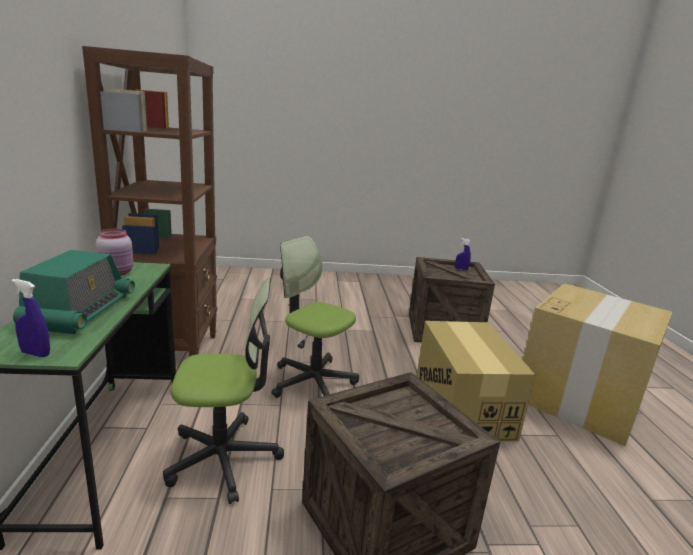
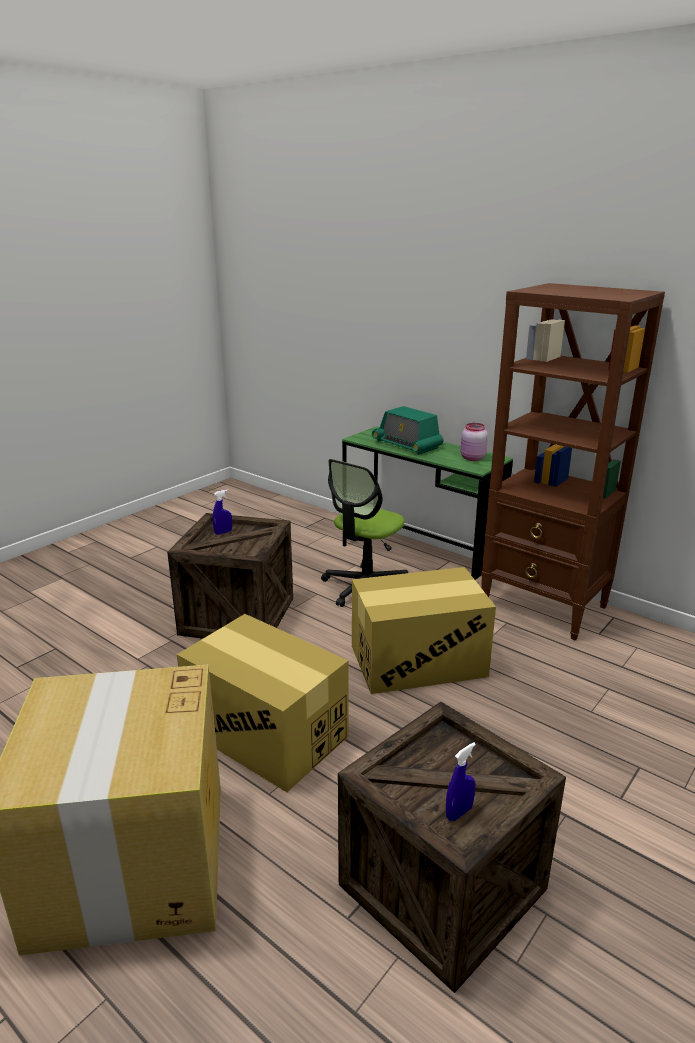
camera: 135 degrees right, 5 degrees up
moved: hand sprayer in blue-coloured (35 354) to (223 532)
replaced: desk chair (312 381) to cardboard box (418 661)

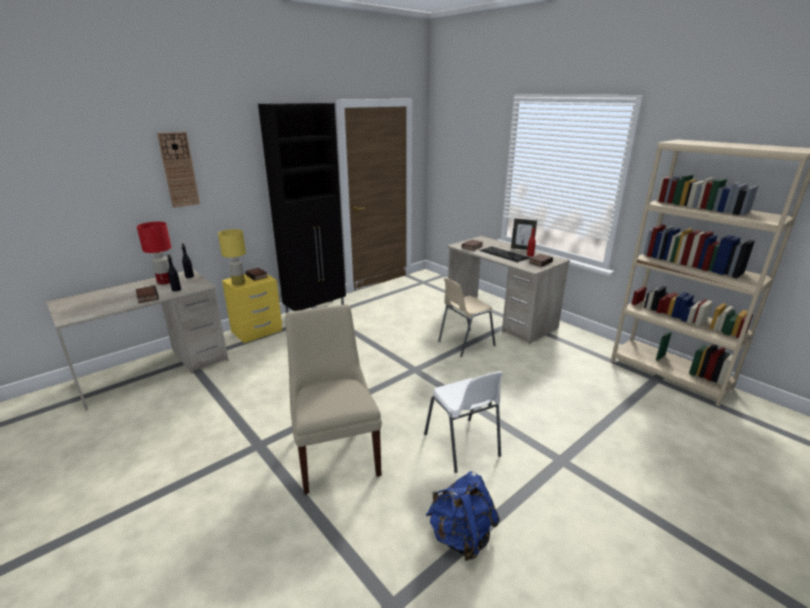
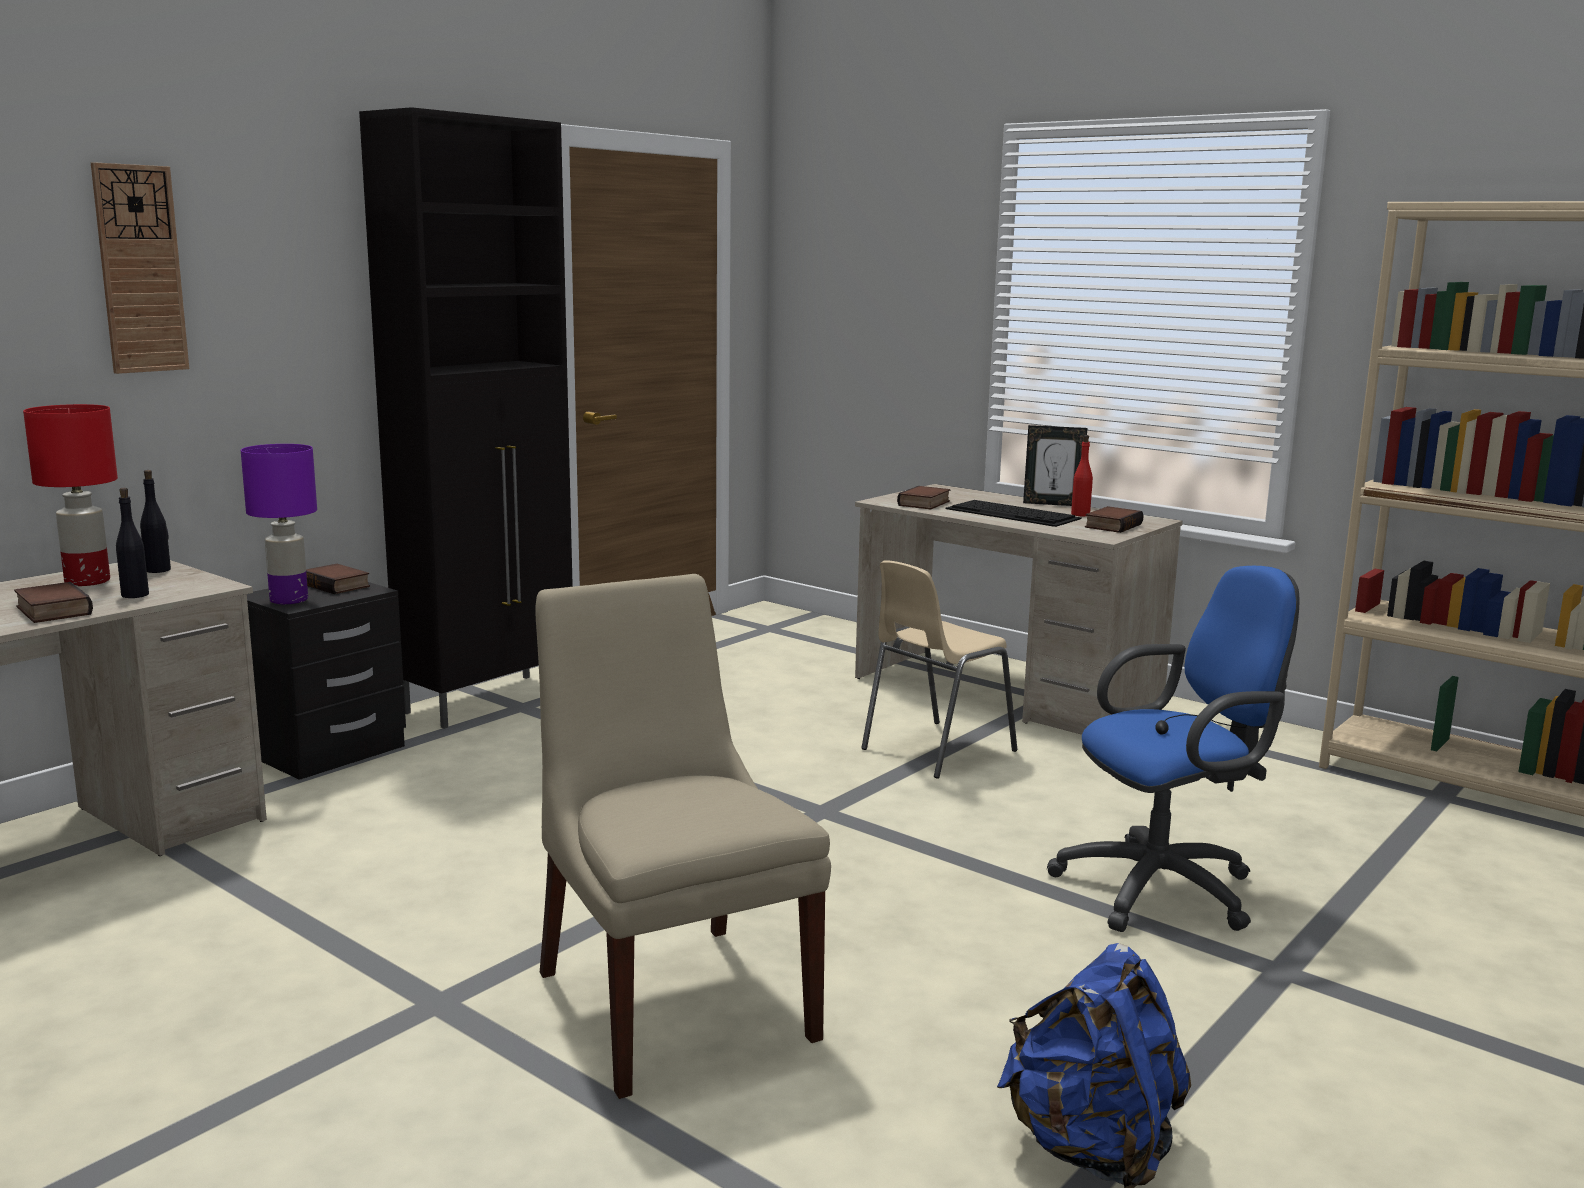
camera: 10 degrees left, 10 degrees down
removed: chair in white (462 446)
added: desk chair in blue-coloured (1166 888)
recoloured: table lamp in yellowish (238 283) to table lamp in purple-coloured (288 600); night table in yellowish (257 331) to night table in blackish (327 751)

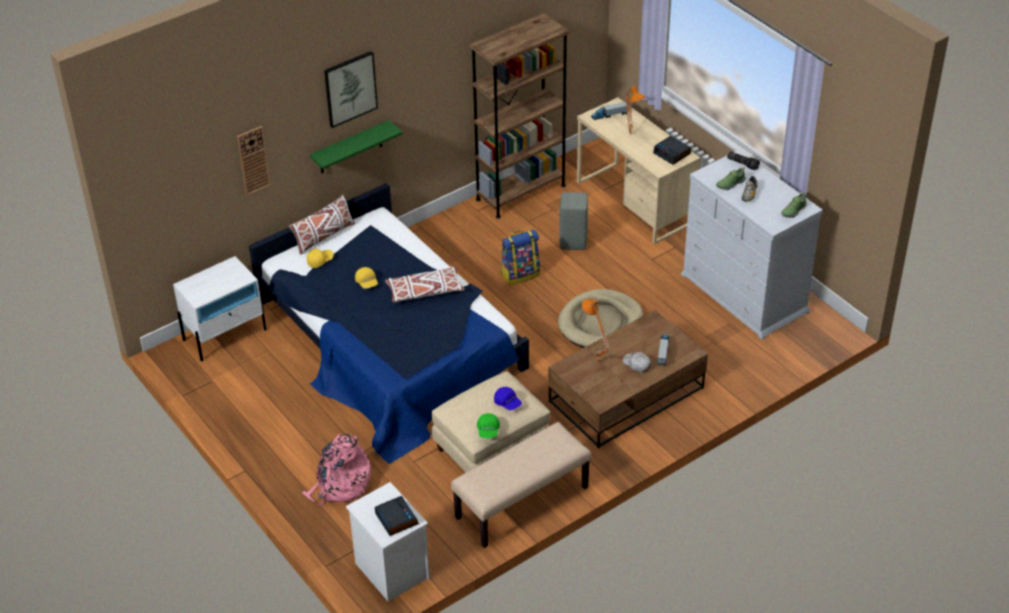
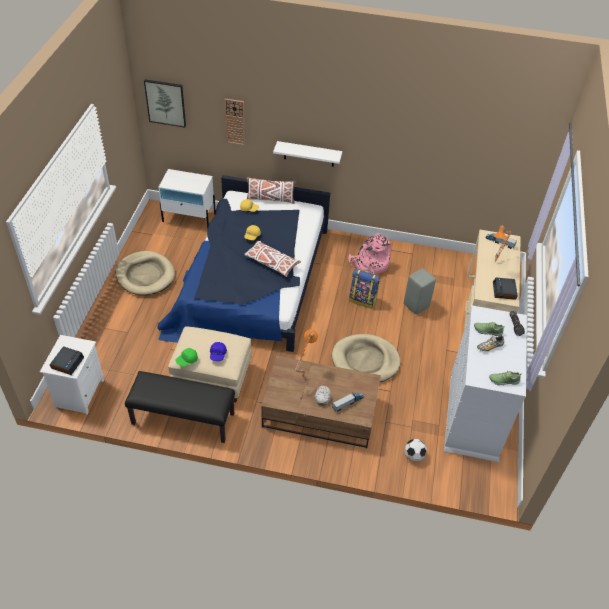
camera: 45 degrees right, 5 degrees up
removed: shelving unit in brownish (521 192)
added: dog cushion in beige (145 275); football ball (414 455)
moved: wall art (350 88) to (165 103); knapsack in pink (340 484) to (369 264)
recoloured: bench in beige (522 503) to bench in blackish (182 419); bracket shelf in greenish (350 148) to bracket shelf in white (309 154)

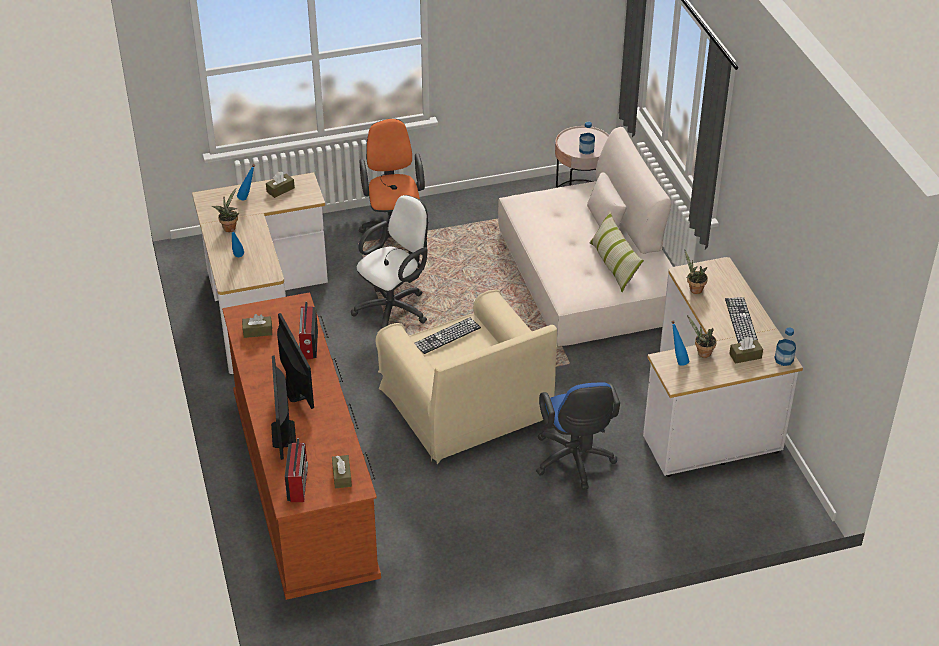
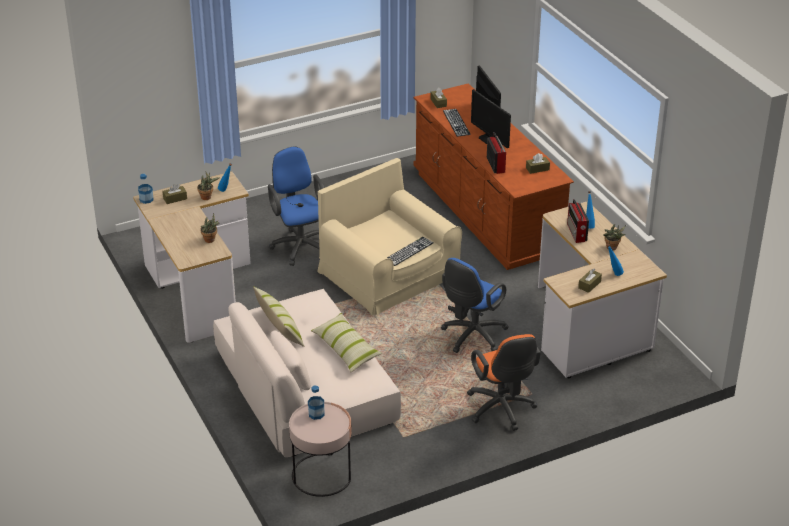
camera: 170 degrees right, 5 degrees down
added: pillow (346 349)
moved: computer keyboard (741 321) to (456 122); radio (298 484) to (576 233)
recoloured: desk chair in white (395 309) to desk chair in blue-coloured (471 337)

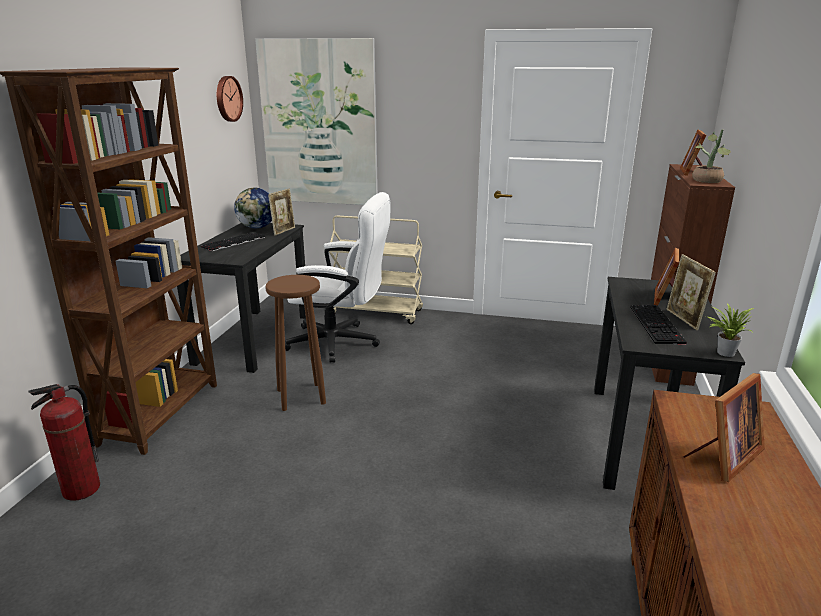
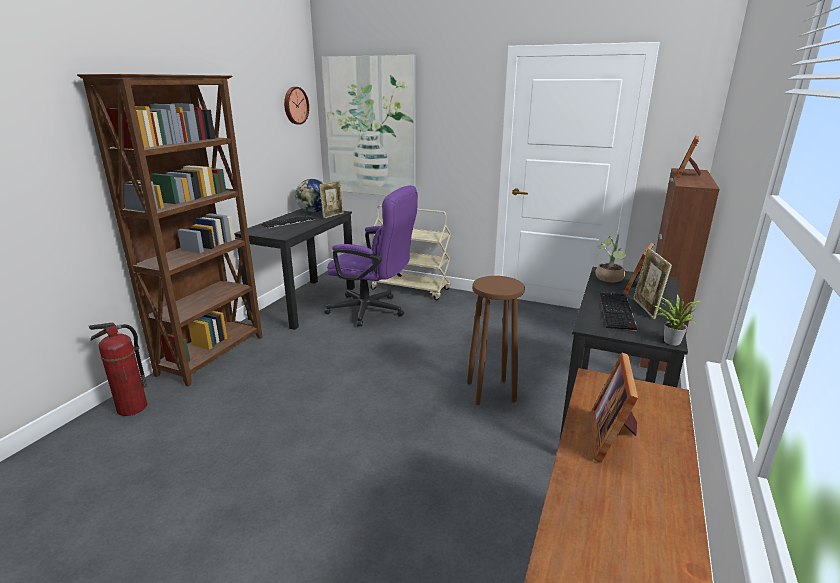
camera: 10 degrees right, 0 degrees up
moved: stool seat in brownish (301 396) to (491 391); potted plant (707 181) to (609 279)
recoloured: desk chair in white (341 343) to desk chair in purple-coloured (373 311)
turned: standing frame (723 458) = (613 436) 135 degrees clockwise

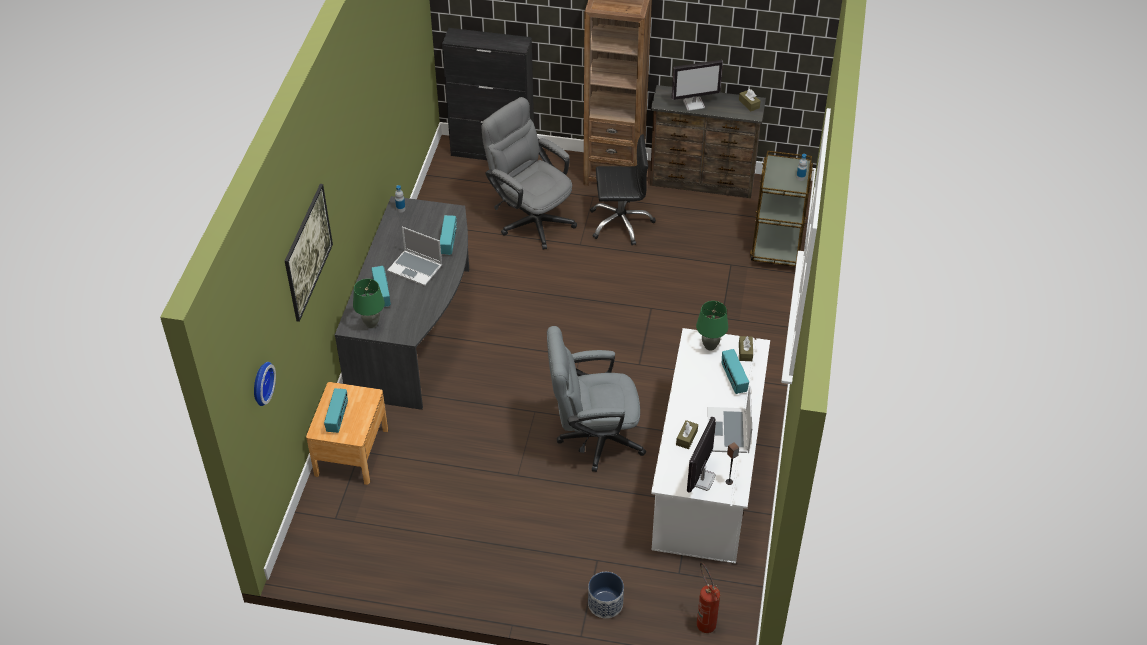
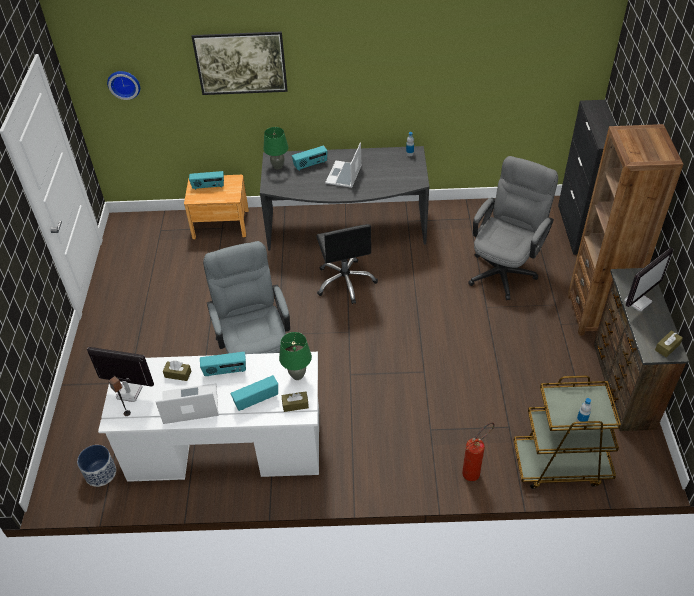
camera: 80 degrees right, 0 degrees up
moved: planter (605 603) to (101 473); radio (449 243) to (225 371); desk chair in blackish (620 223) to (345 282); extinguisher (704 621) to (474 471)
turned: computer display (694 104) = (638 301) 105 degrees counterclockwise

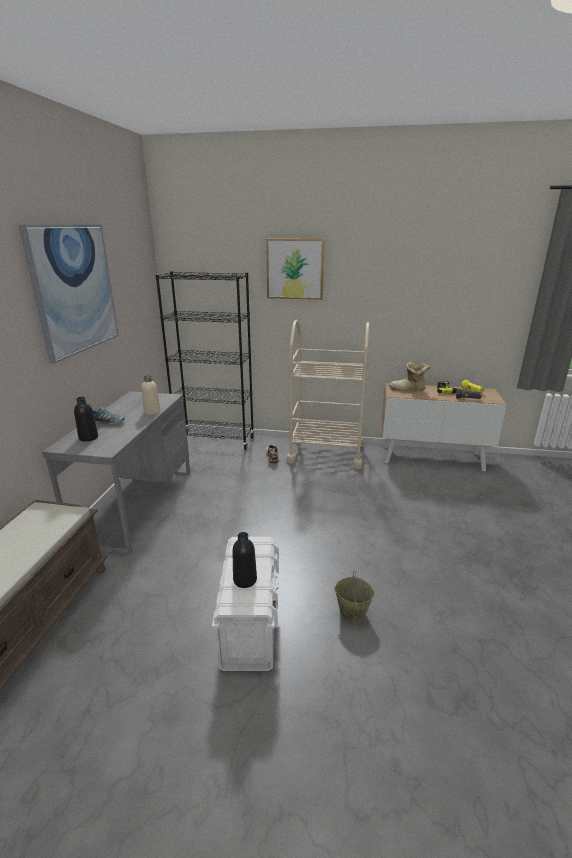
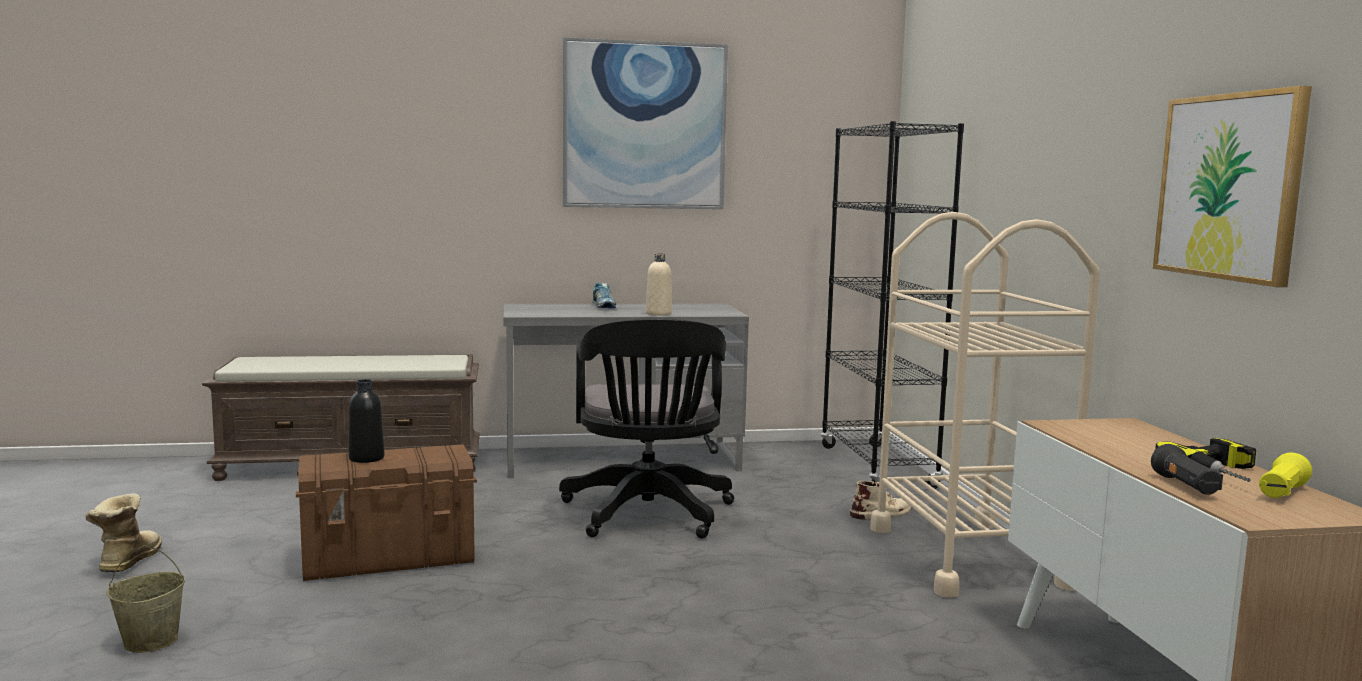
camera: 70 degrees right, 15 degrees down
removed: drink bottle in blackish (88 438)
added: desk chair in blackish (648 515)
moved: tall boot (408 390) to (126 562); pail in beige (352 613) to (151 641); wall art (295 269) to (1229 186)
recoloured: storage box in white (250 623) to storage box in brownish (389 559)

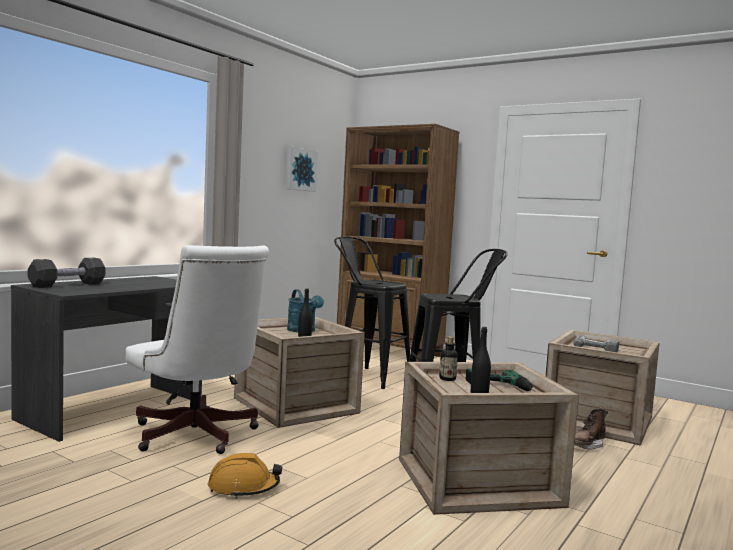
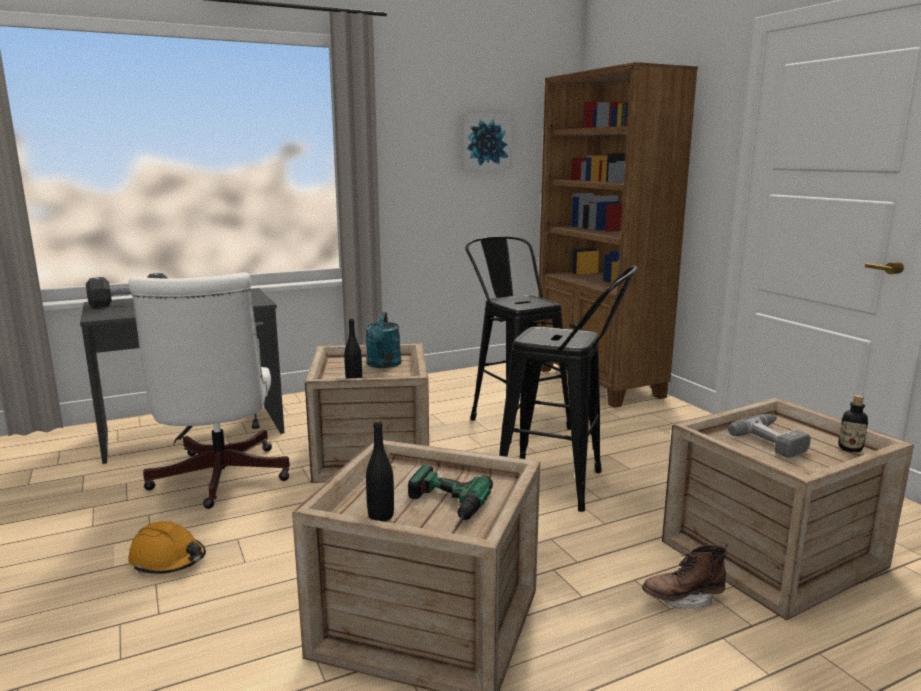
camera: 30 degrees right, 10 degrees up
moved: drink bottle (447 379) to (850 448)

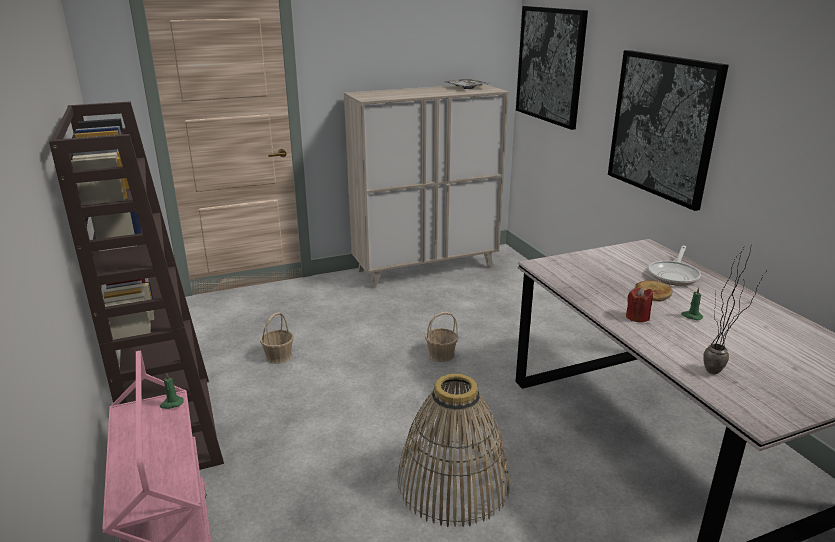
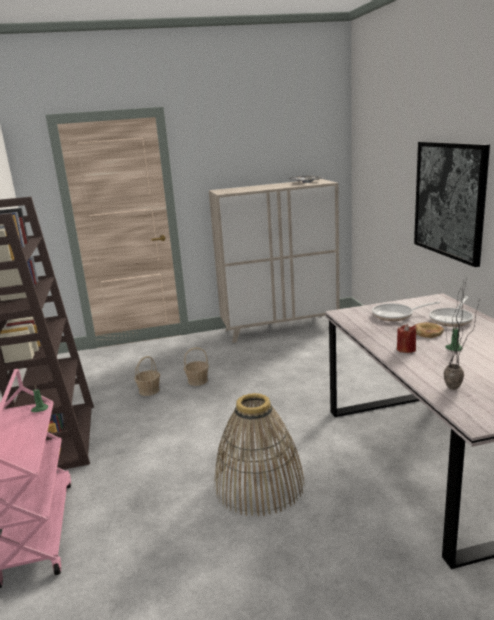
camera: 10 degrees right, 5 degrees down
removed: wall art (550 65)
added: pan (396 315)
moved: household basket (441 354) to (197 381)

